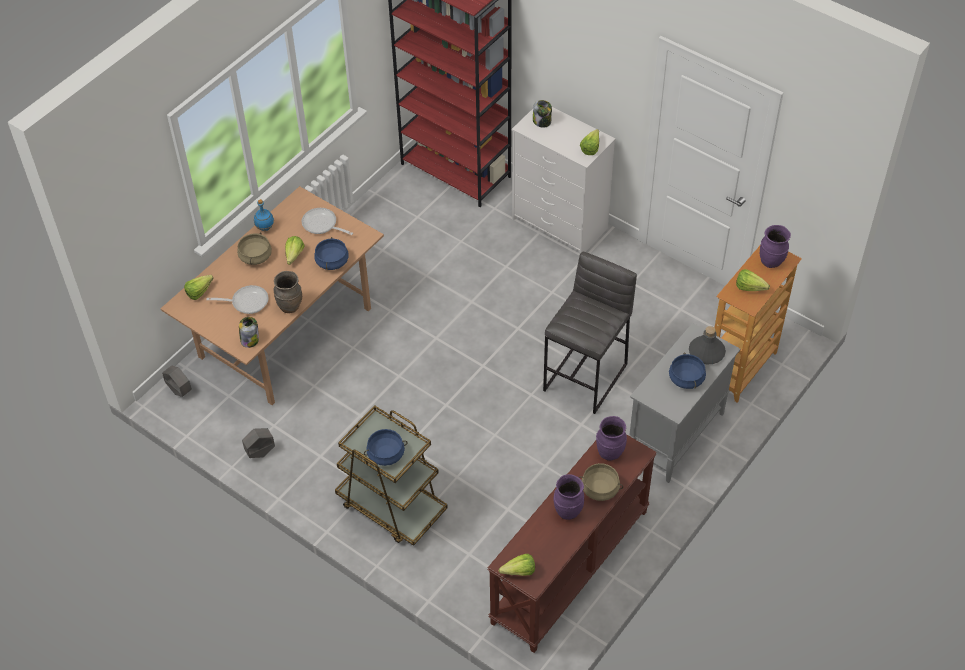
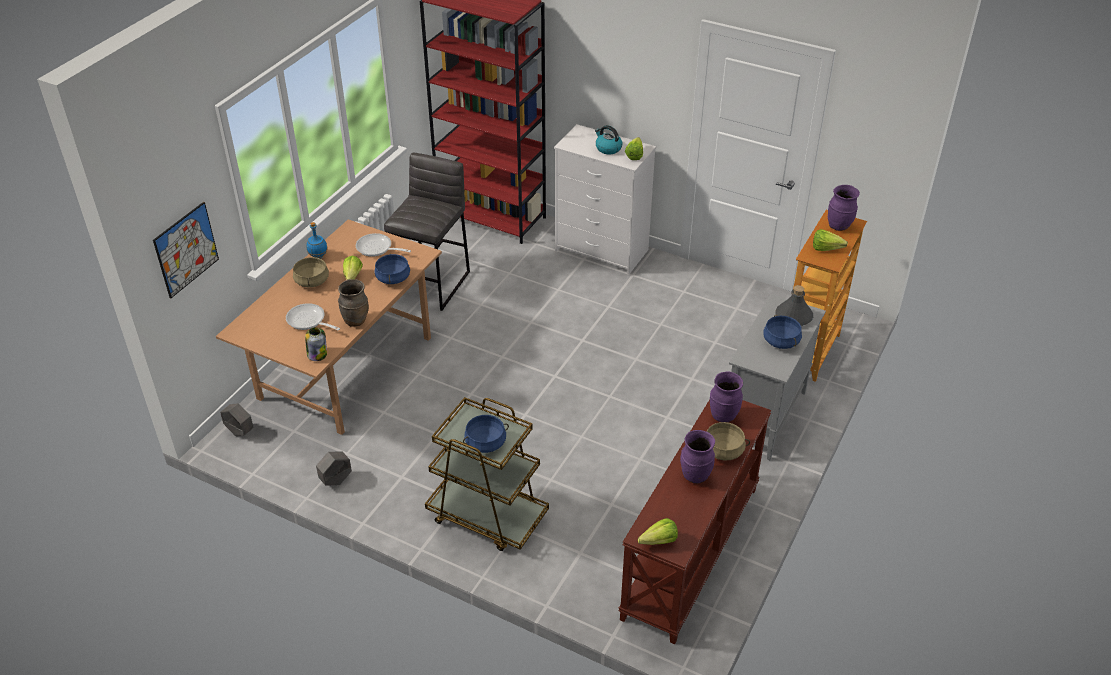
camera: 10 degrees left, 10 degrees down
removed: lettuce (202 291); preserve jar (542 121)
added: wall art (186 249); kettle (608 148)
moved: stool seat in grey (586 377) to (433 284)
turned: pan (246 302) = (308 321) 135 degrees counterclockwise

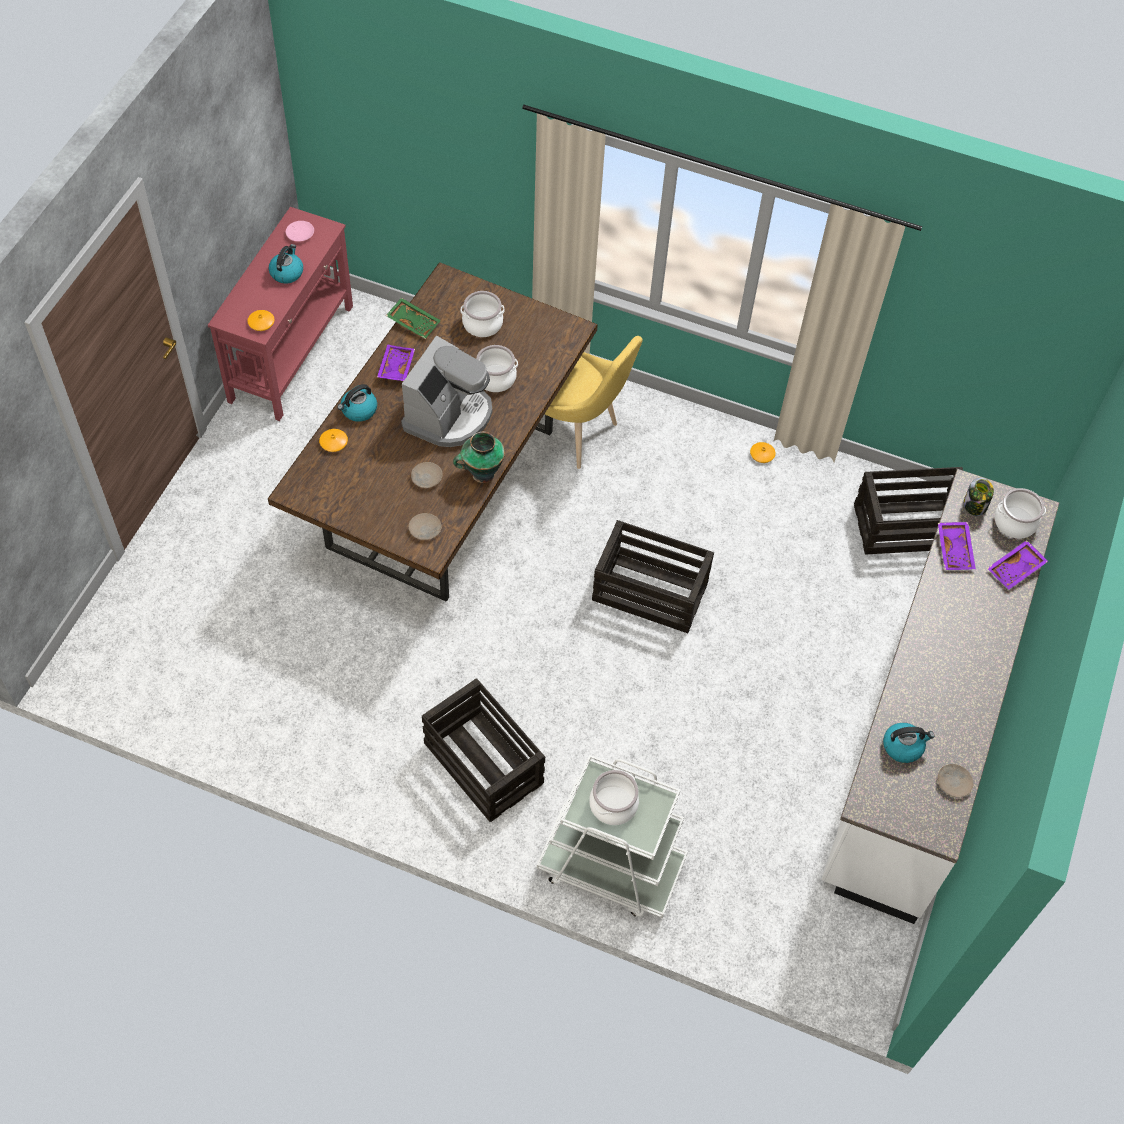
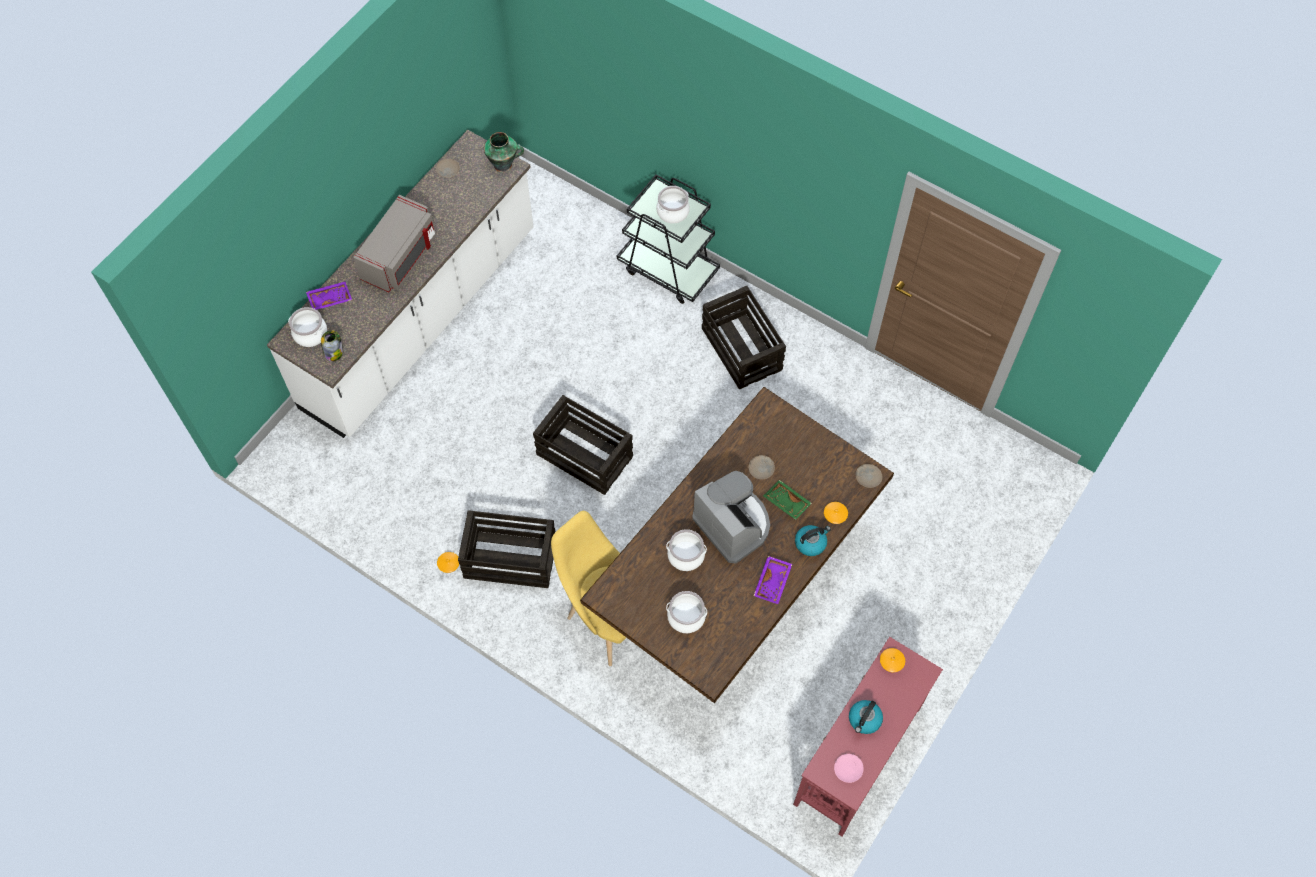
camera: 165 degrees left, 5 degrees up
removed: kettle (903 746); serving tray in purple-coloured (955 550)
added: microwave oven in grey (401 258)
moved: crate (908 526) to (509 559); vase (481 474) to (504 165); serving tray in greenish (414 322) to (786 503); dinner plate in beige (425 529) to (868 477)
recoloured: trolley in white (610 867) to trolley in blackish (668 269)
turned: coffee brewer (449 415) = (733 524) 105 degrees clockwise

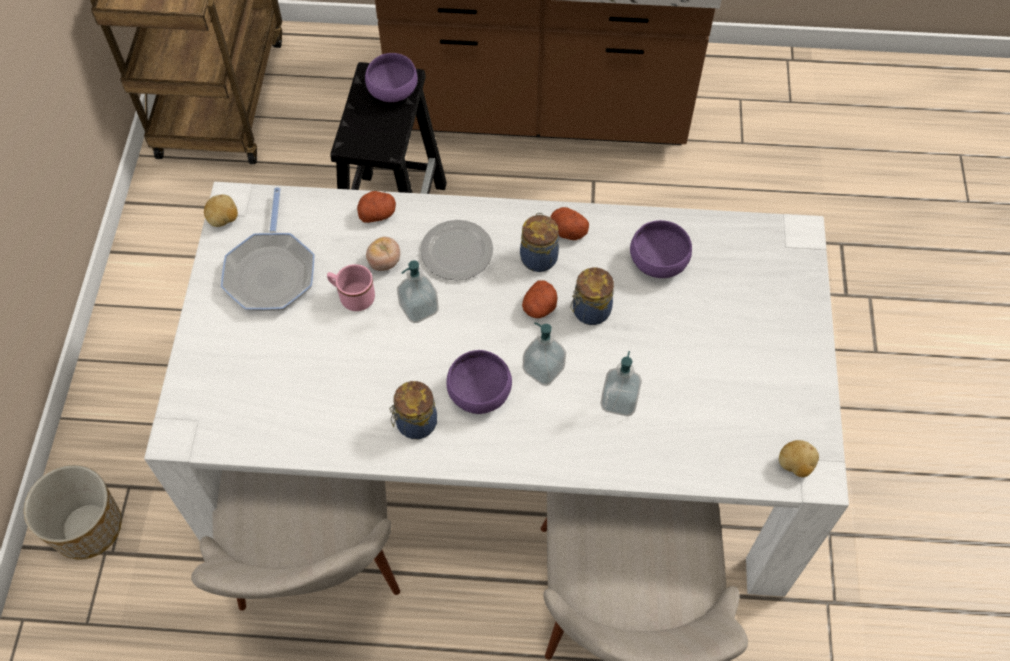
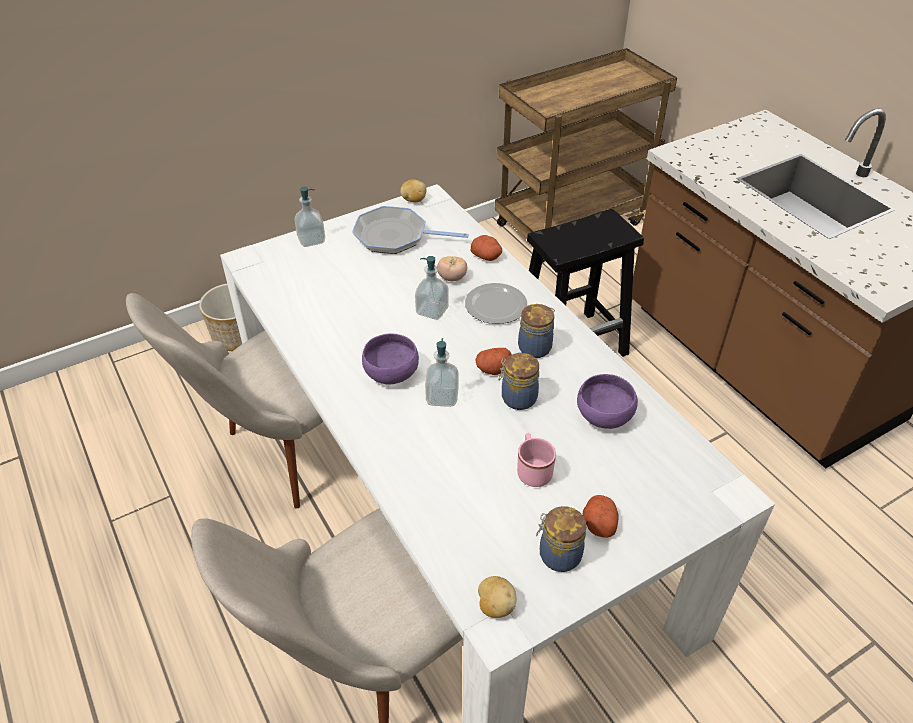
camera: 55 degrees right, 15 degrees down
removed: serving bowl in purple-coloured (393 92)
moved: soap dispenser (619 401) to (311 240); tea mug in pink (352 296) to (532 470); preserve jar (415 424) to (558 555); spud (567 230) to (598 523)
turned: pan (271 272) = (395 236) 45 degrees clockwise

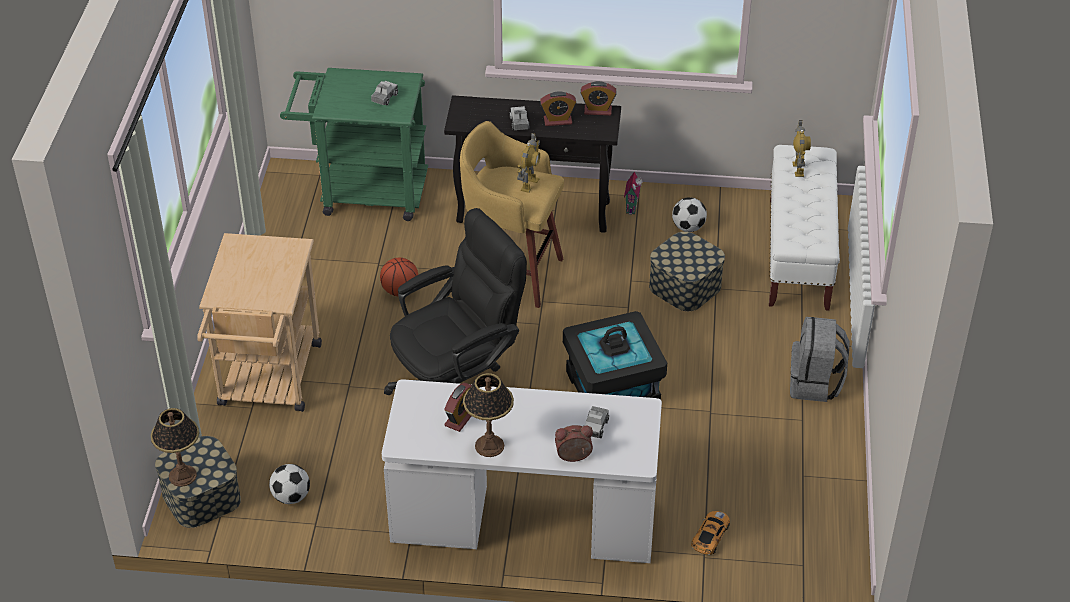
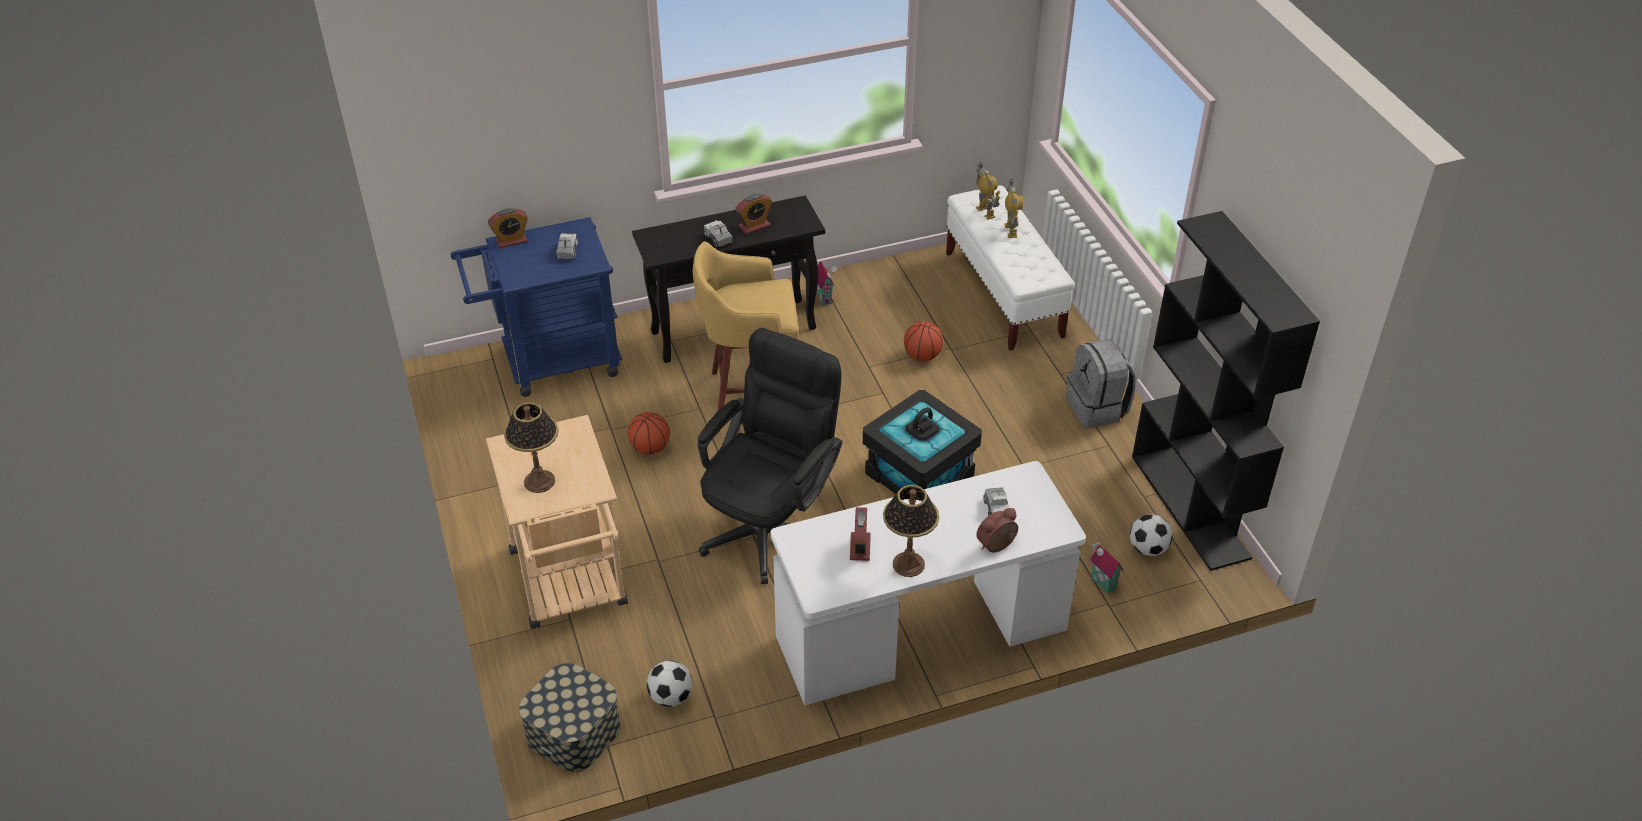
camera: 25 degrees left, 0 degrees up
added: shelving unit in blackish (1191 506)
moved: table clock (598 110) to (511 241); table lamp (183 475) to (539 481); robot figure (529 184) to (1011 230); football ball (688 227) to (1148 548)
replaced: storage box (685 286) to basketball (922 356); miniature car (710 536) to toy house (1101 584)
recoloured: trolley in greenish (363 193) to trolley in blue-coloured (550 362)

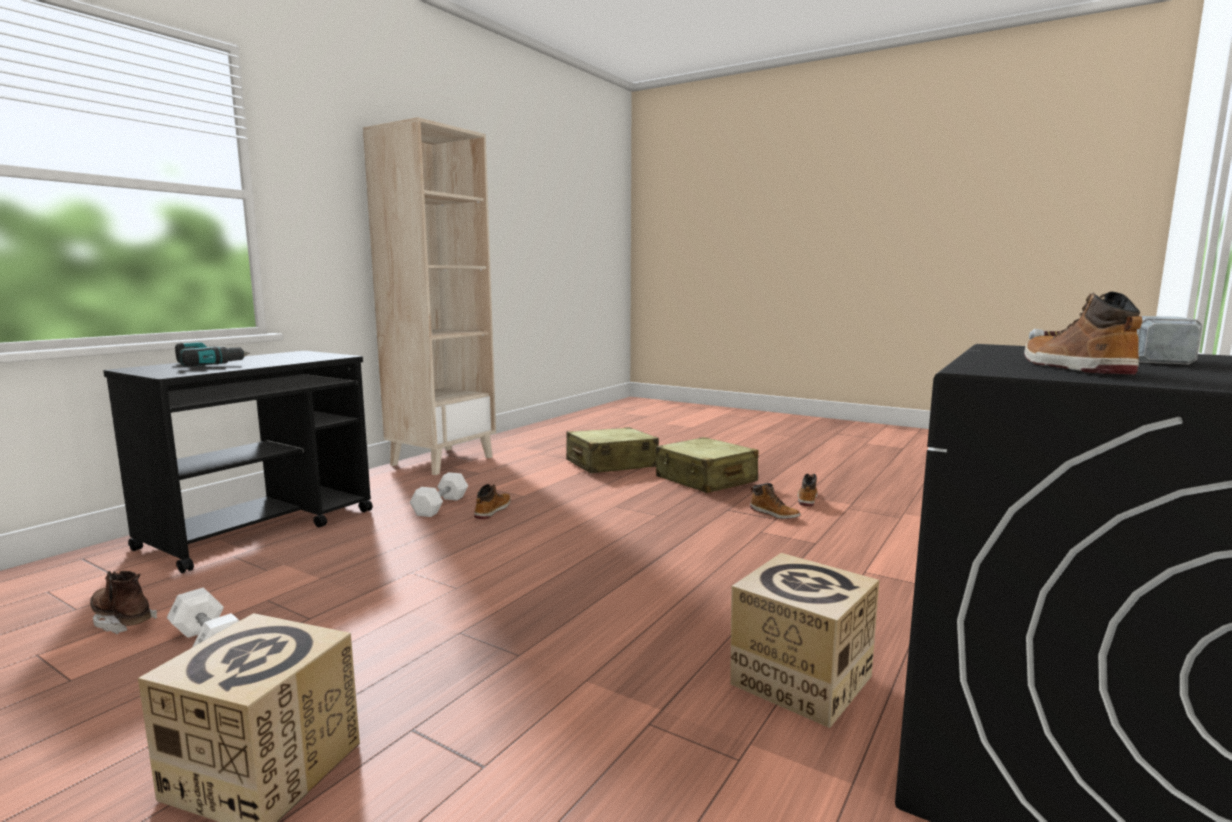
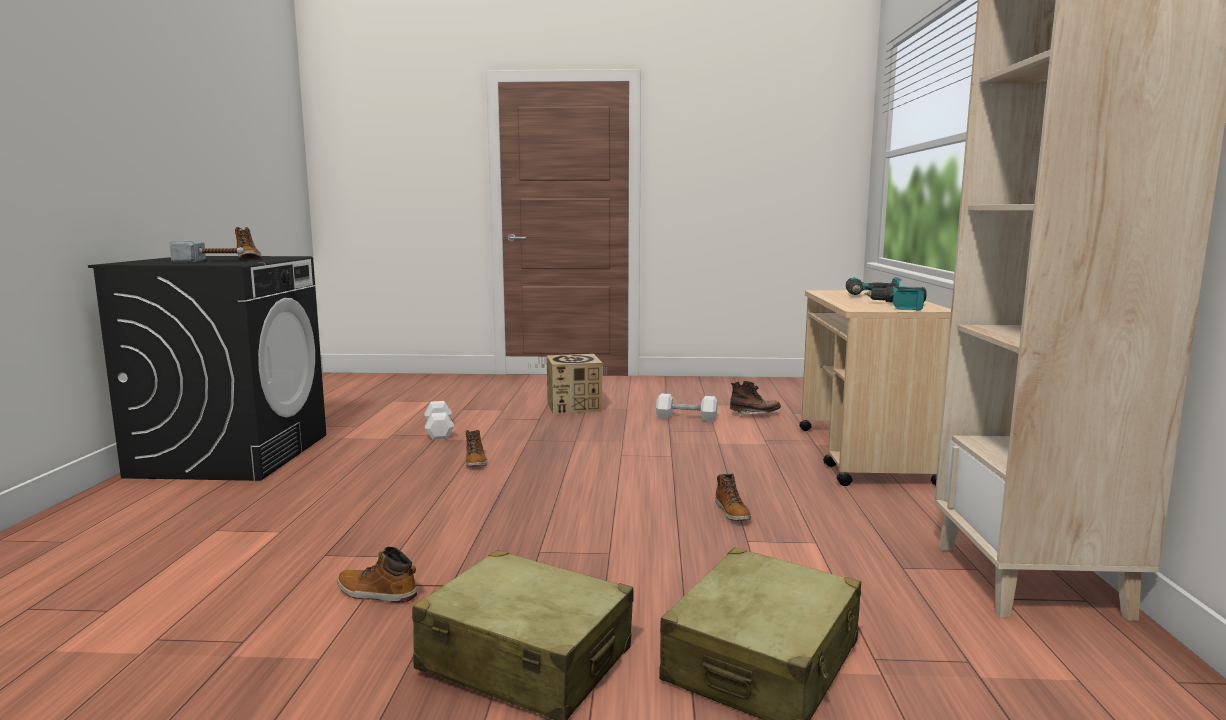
camera: 150 degrees right, 0 degrees up
removed: cardboard box (800 680)
added: electric drill (898 306)
moved: dumbbell in white (440 506) to (439 431); tall boot (807 499) to (476 461)
recoloured: trolley in blackish (262 528) to trolley in beige (864 455)

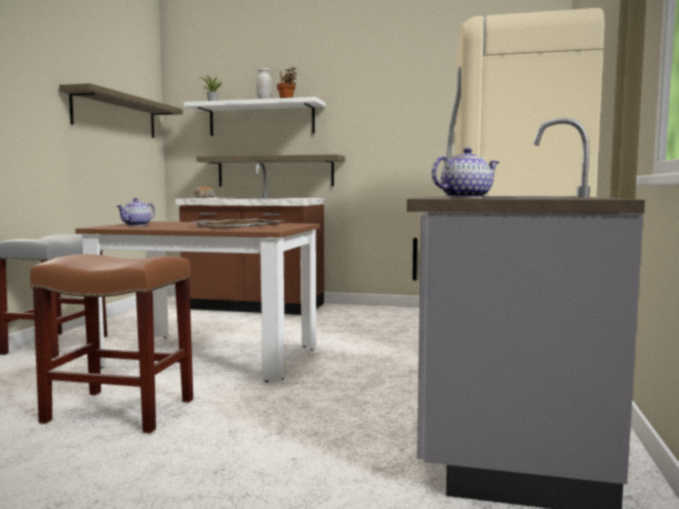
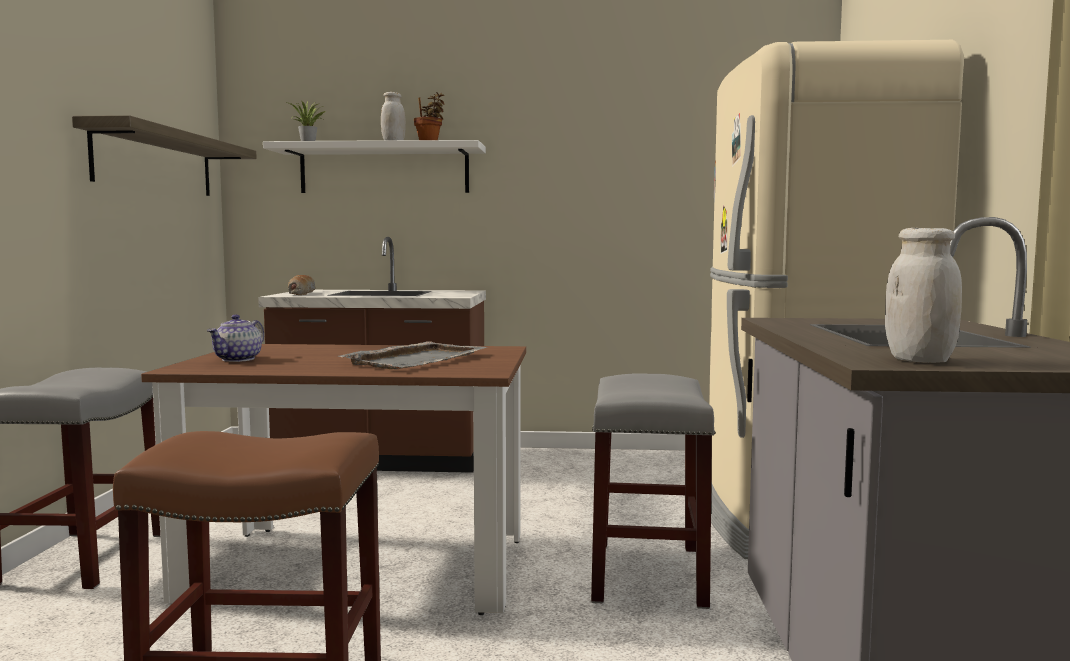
camera: 10 degrees left, 0 degrees up
removed: bracket shelf (275 171)
added: stool seat in grey (649 574)
replaced: pot for tea (465 198) to preserve jar in white (919 360)

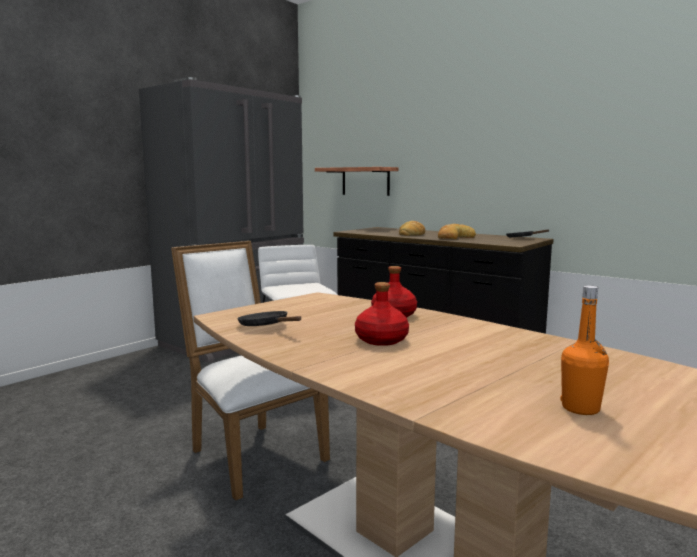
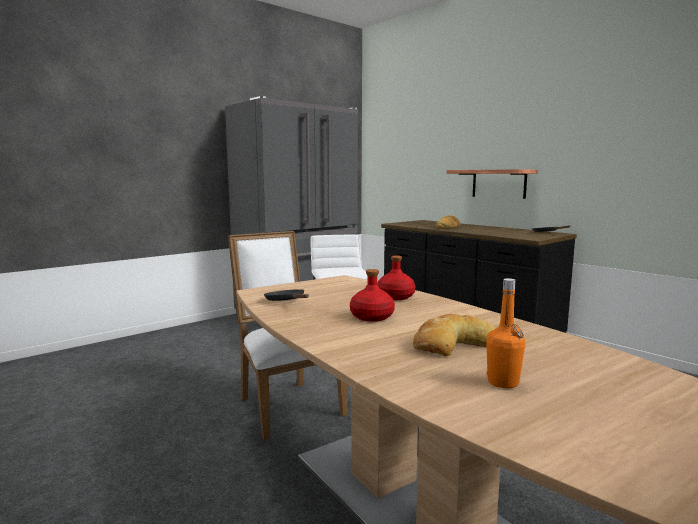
camera: 10 degrees right, 0 degrees up
moved: bakery bread (454 237) to (451 343); bracket shelf (365 181) to (498 183)

